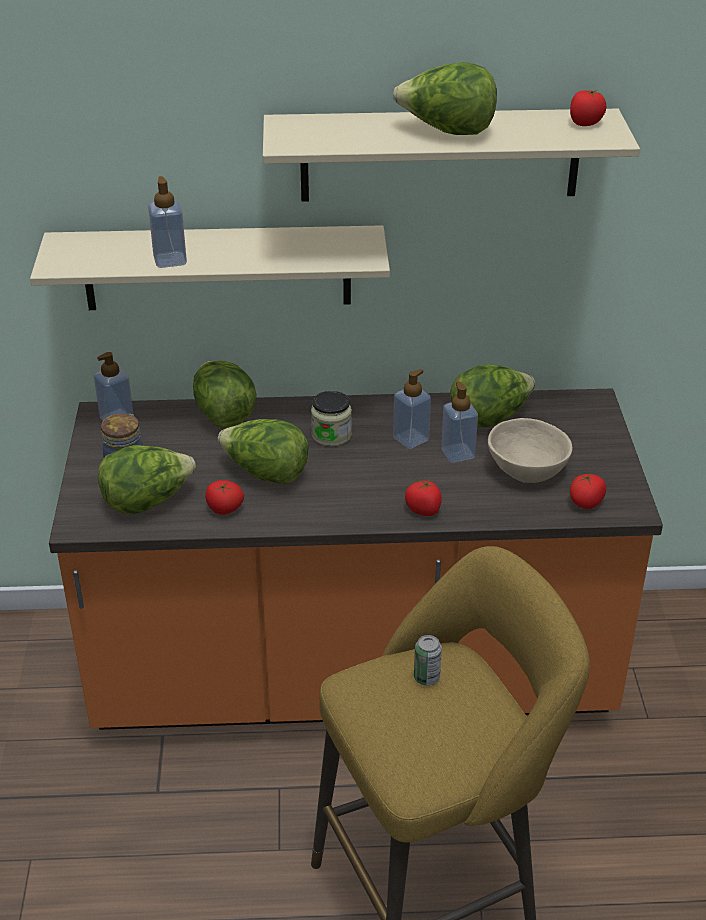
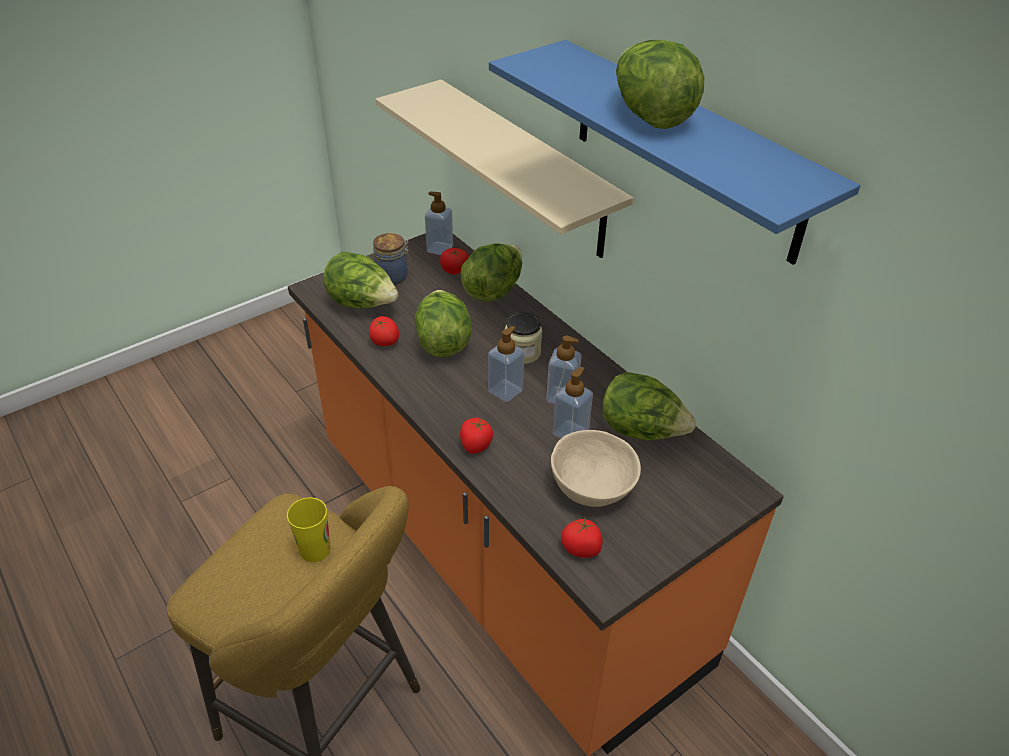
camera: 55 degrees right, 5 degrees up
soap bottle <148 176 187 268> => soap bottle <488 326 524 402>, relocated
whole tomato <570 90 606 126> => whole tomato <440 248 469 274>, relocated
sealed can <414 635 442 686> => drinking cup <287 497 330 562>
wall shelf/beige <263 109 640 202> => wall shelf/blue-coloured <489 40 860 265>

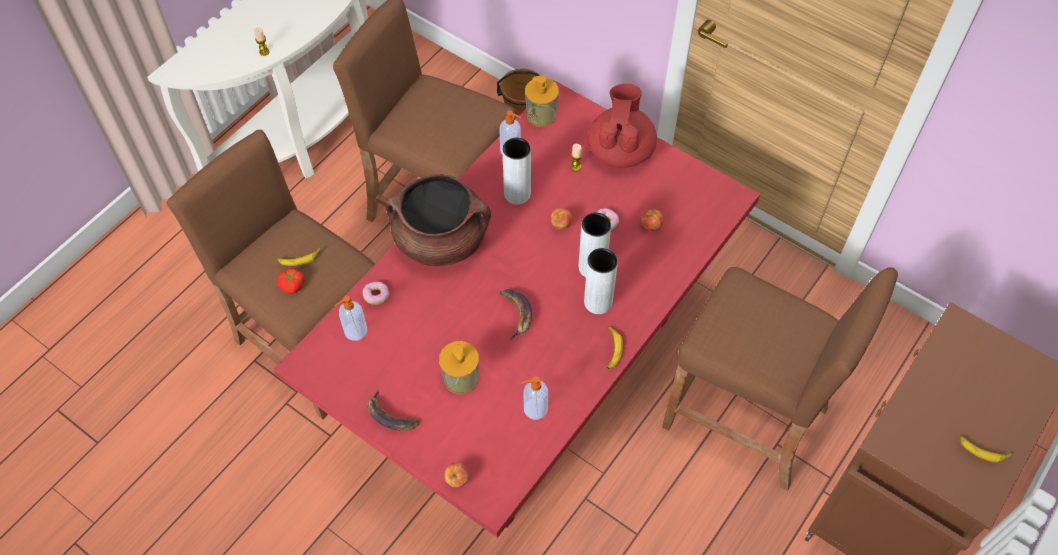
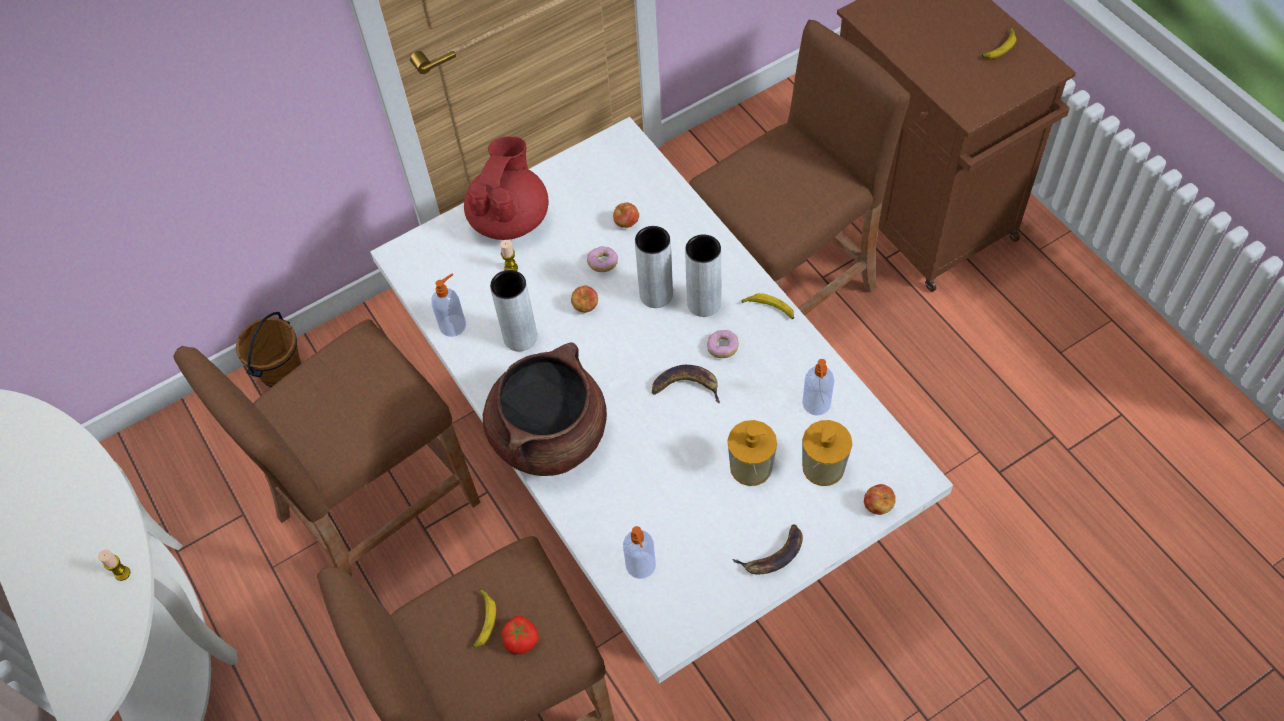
camera: 65 degrees left, 0 degrees up
donut <362 282 389 305> => donut <707 330 739 358>, relocated
soap bottle <525 75 559 127> => soap bottle <802 420 852 486>, relocated
kitchen table/red <274 80 760 538> => kitchen table/whitish <370 117 953 683>
pot for tea/red <588 84 657 168> => pot for tea/red <464 136 549 240>, 75 degrees clockwise

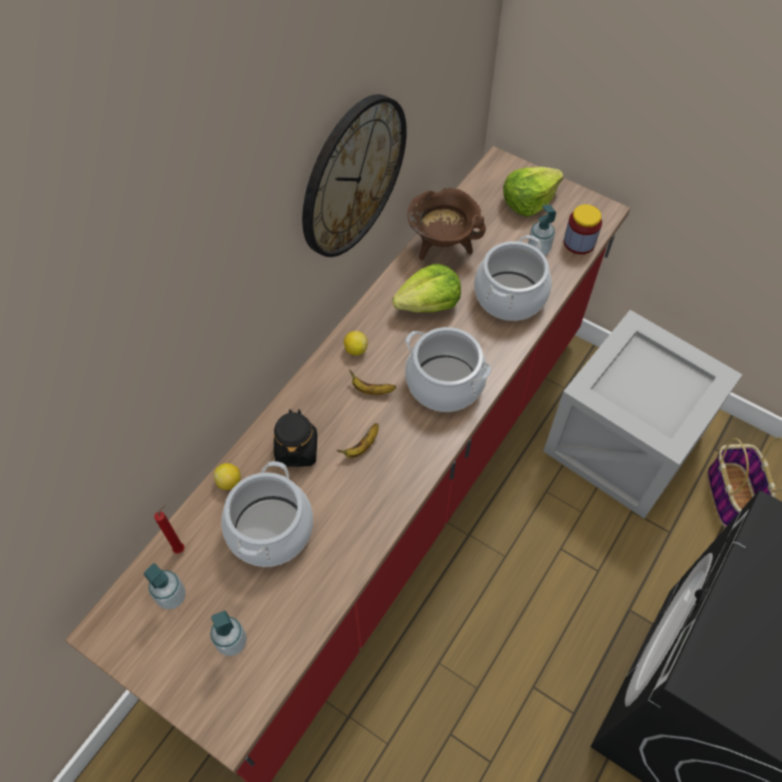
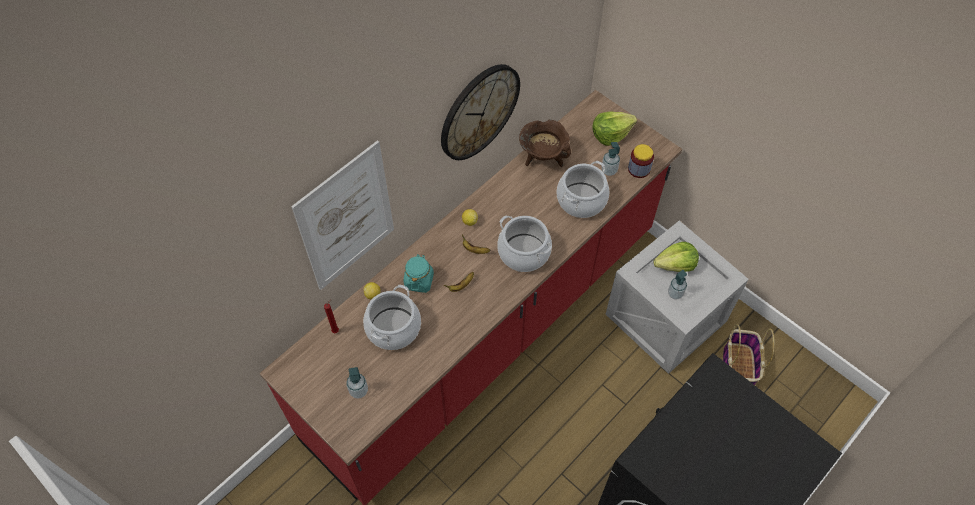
camera: 10 degrees right, 0 degrees up
nothing => picture <291 140 394 290>
soap bottle <144 563 186 610> => soap bottle <668 270 687 299>, relocated
head of lettuce <392 264 461 313> => head of lettuce <653 242 699 272>, relocated
jar/blackish <274 409 317 467> => jar/turquoise-coloured <403 254 434 293>

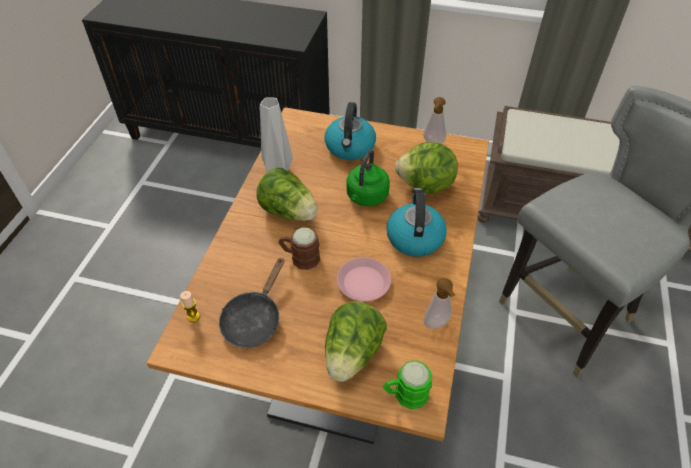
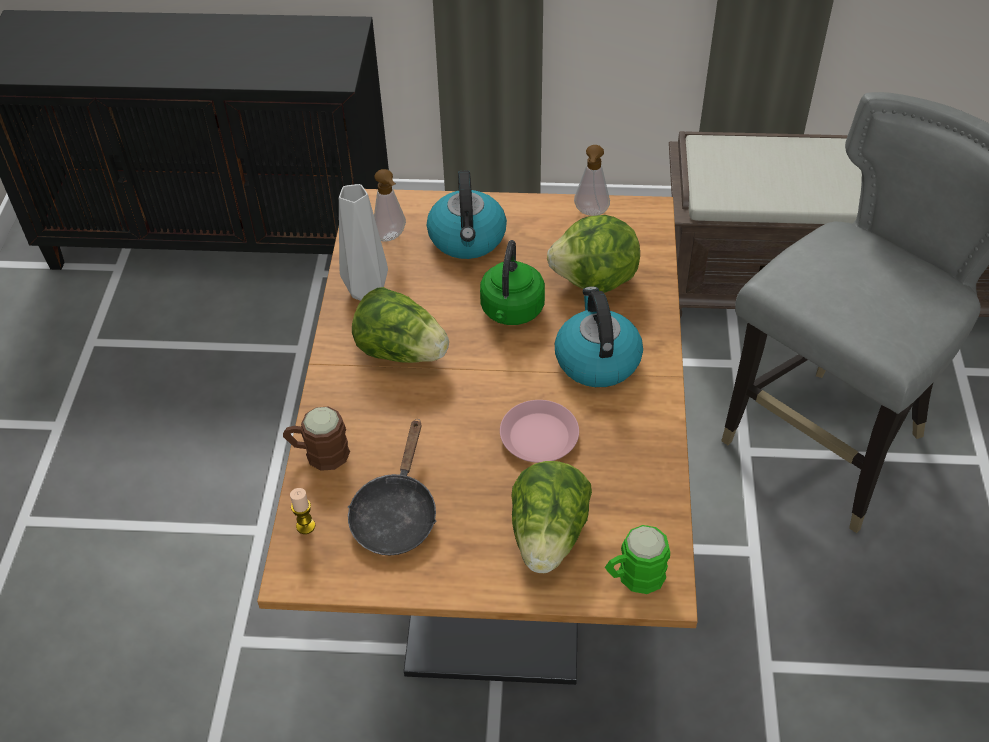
camera: 10 degrees left, 0 degrees up
mug/brown-coloured <278 227 320 270> => mug/brown-coloured <283 407 350 471>, relocated
soap bottle <423 278 455 329> => soap bottle <374 169 406 242>, relocated

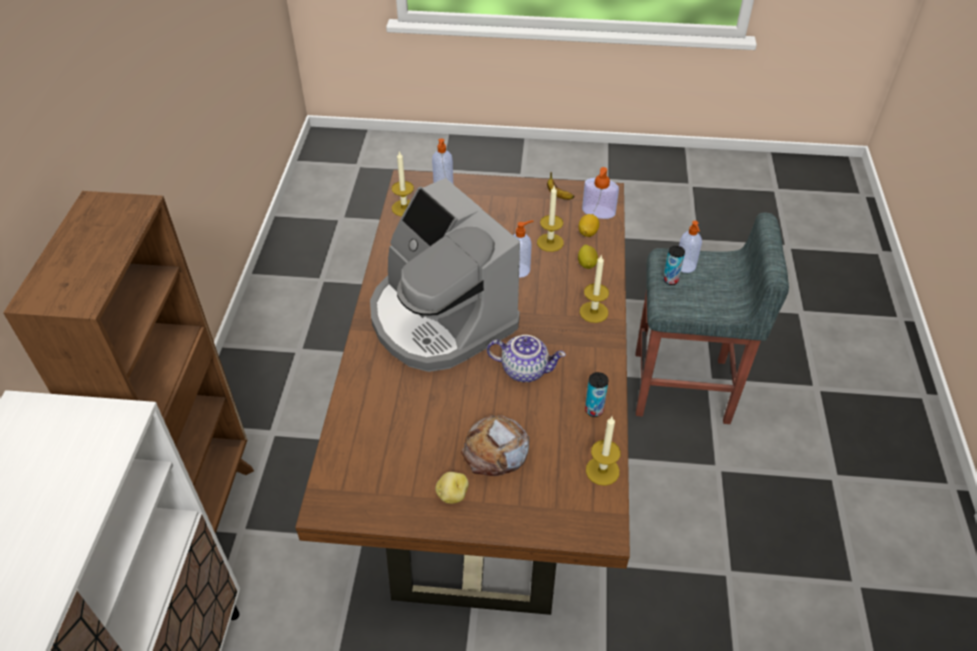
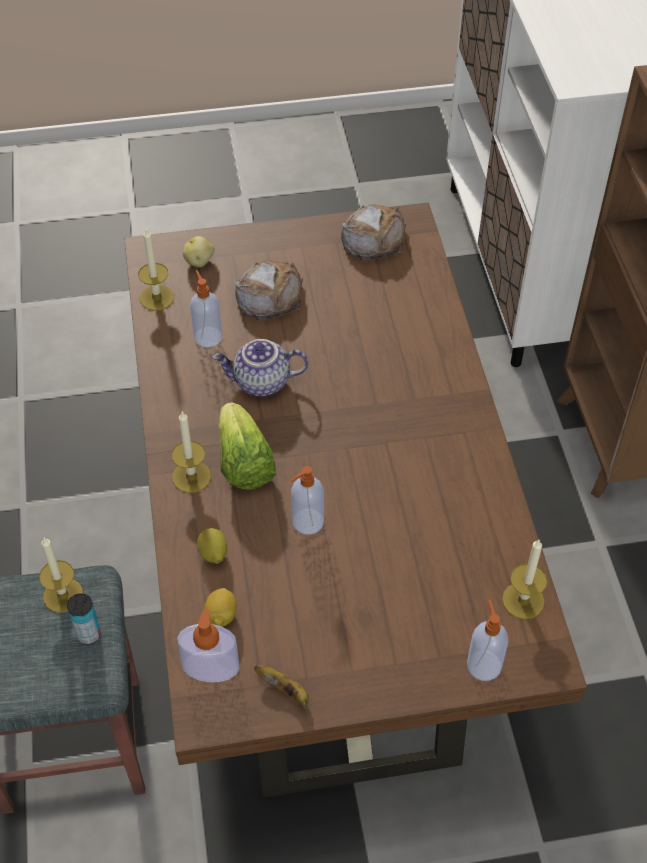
camera: 165 degrees right, 5 degrees up
coffee brewer <370 178 520 372> => nothing
sealed can <585 372 609 417> => nothing
nothing => head of lettuce <218 402 276 490>
nothing => bread <341 204 406 261>
potato <435 472 469 504> => potato <183 236 215 267>, relocated
wax light <537 186 564 252> => wax light <39 537 83 613>, relocated
soap bottle <679 221 702 273> => soap bottle <190 270 222 347>, relocated

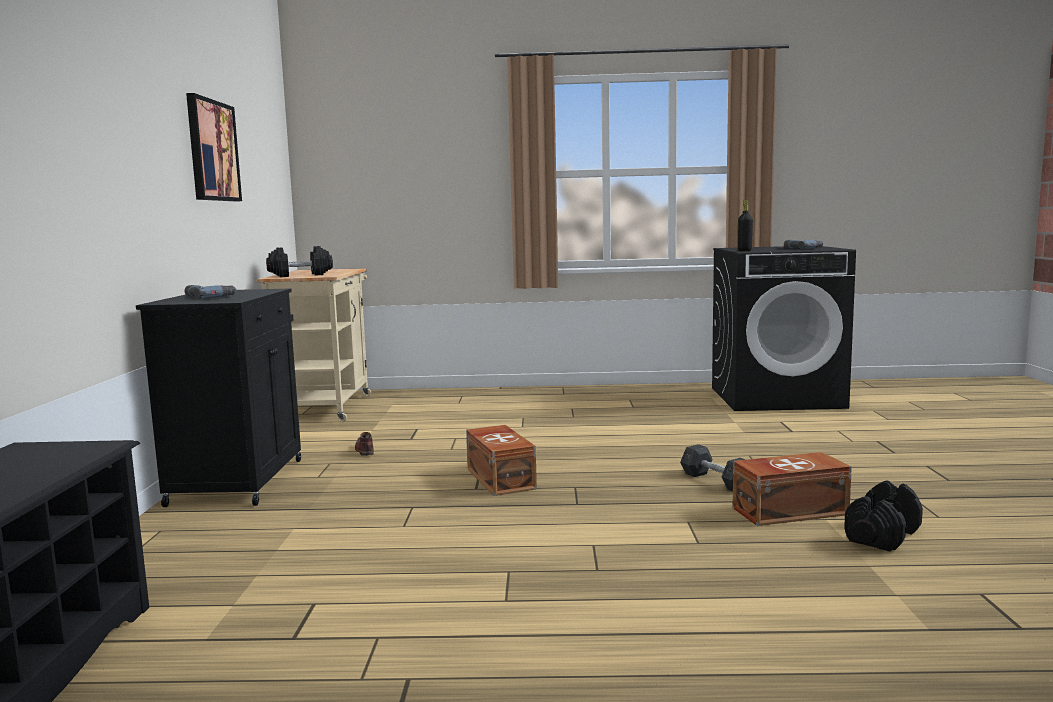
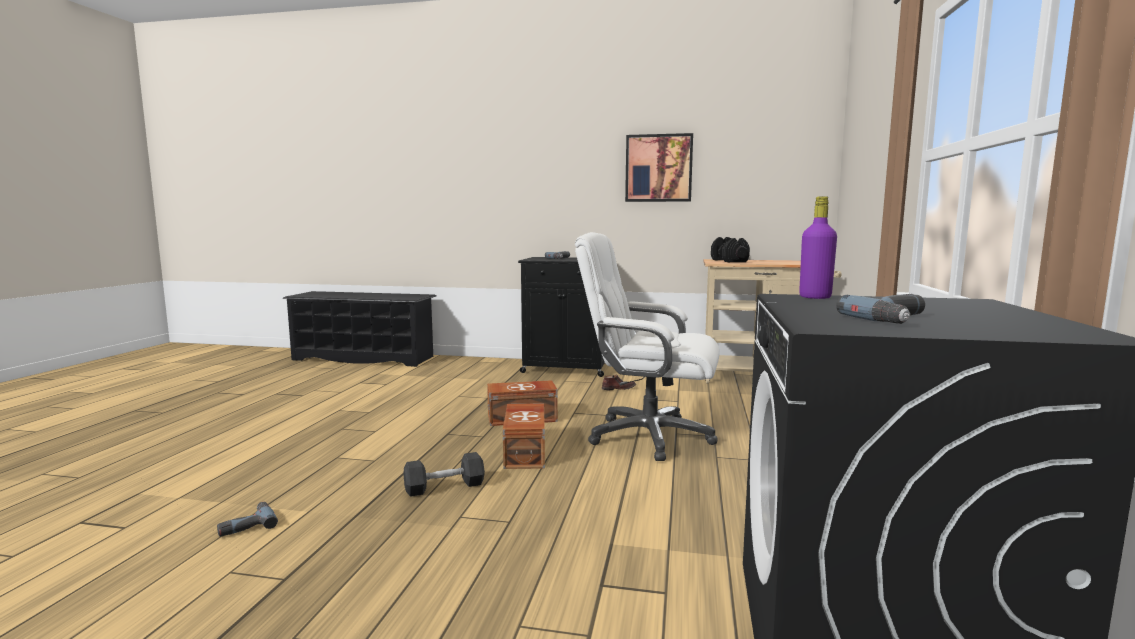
camera: 100 degrees right, 0 degrees up
nothing => desk chair/whitish <575 232 720 461>
storage box/brown-coloured <733 452 852 526> => storage box/brown-coloured <503 403 545 469>, relocated
dumbbell/blackish <844 480 923 551> => power drill <217 502 278 537>
drink bottle/blackish <738 200 753 251> => drink bottle/purple <799 196 837 299>

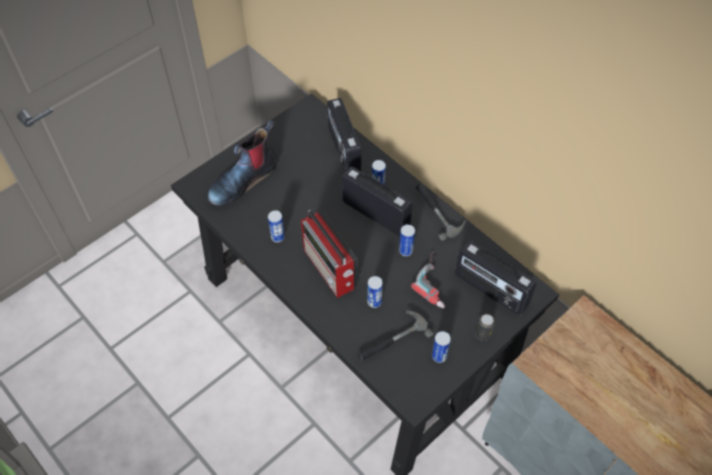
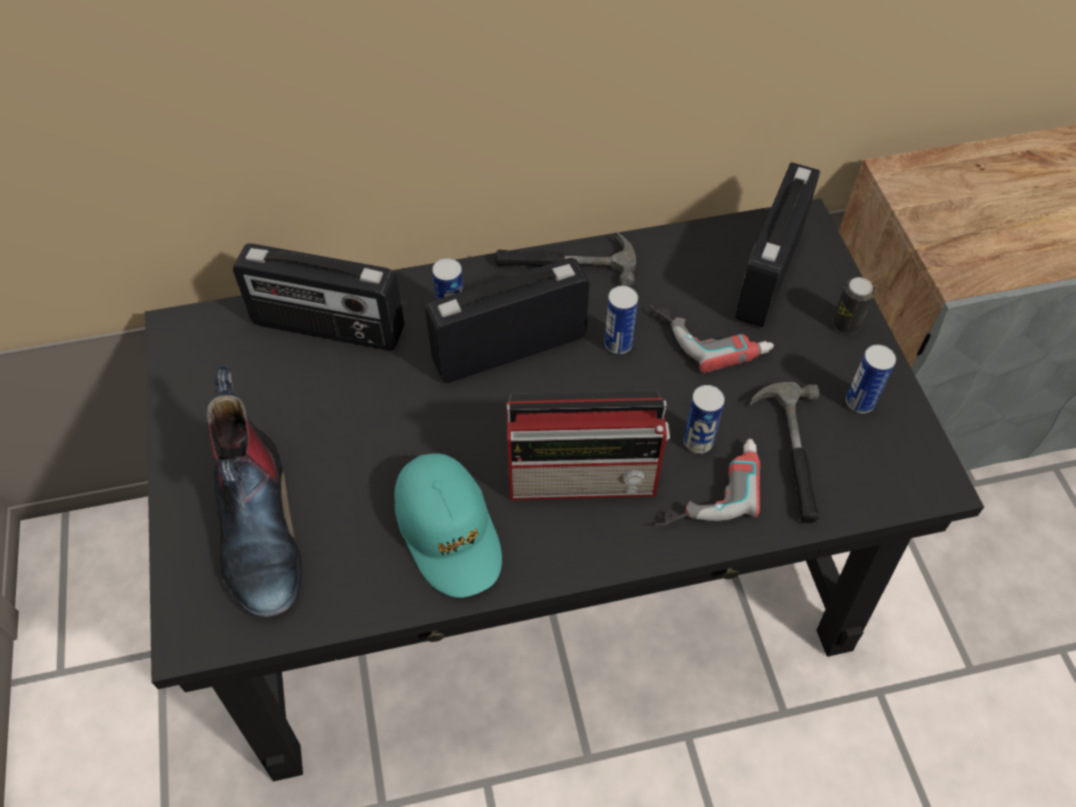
camera: 60 degrees left, 0 degrees up
nothing => power drill <655 439 760 527>
sealed can <268 211 285 243> => peaked cap/turquoise-coloured <394 453 502 598>
radio set <455 241 536 315> => radio set <735 162 820 328>, 135 degrees clockwise

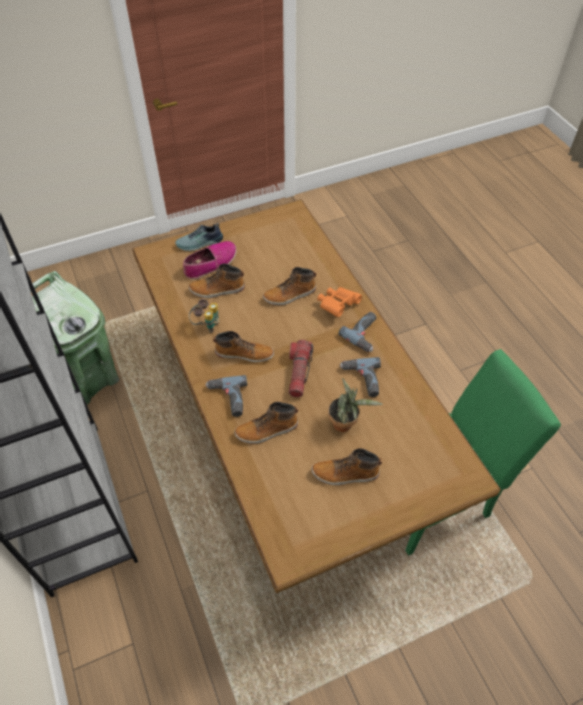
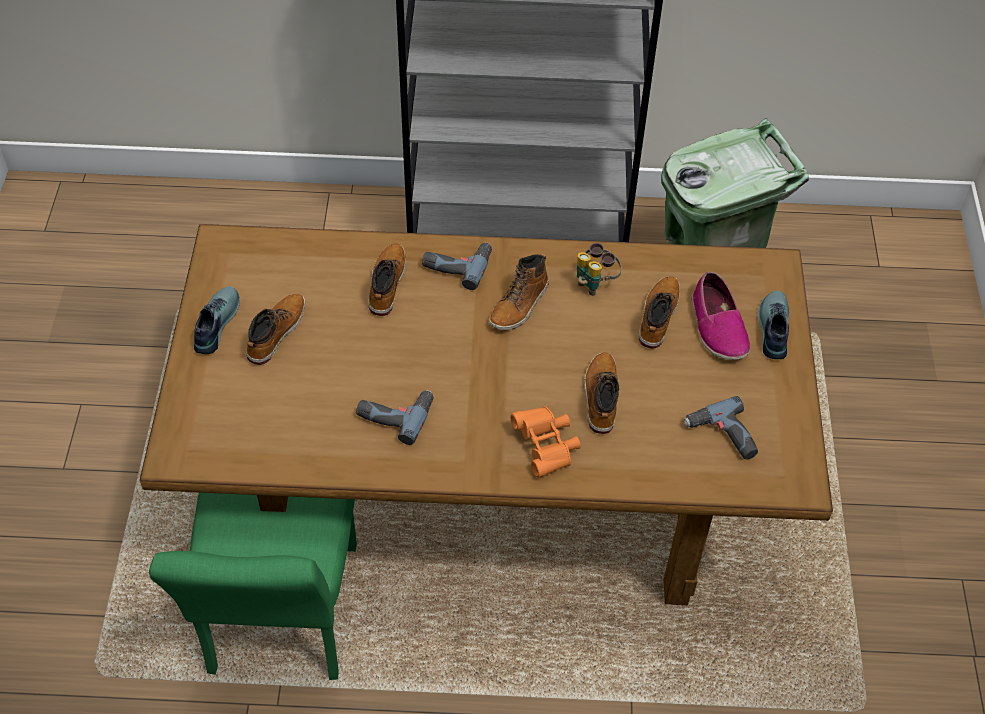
camera: 115 degrees right, 0 degrees up
torch <289 340 313 397> => nothing
houseplant <328 378 383 432> => nothing
nothing => item of footwear <194 286 240 354>
power drill <338 312 376 352> => power drill <684 396 758 459>, relocated

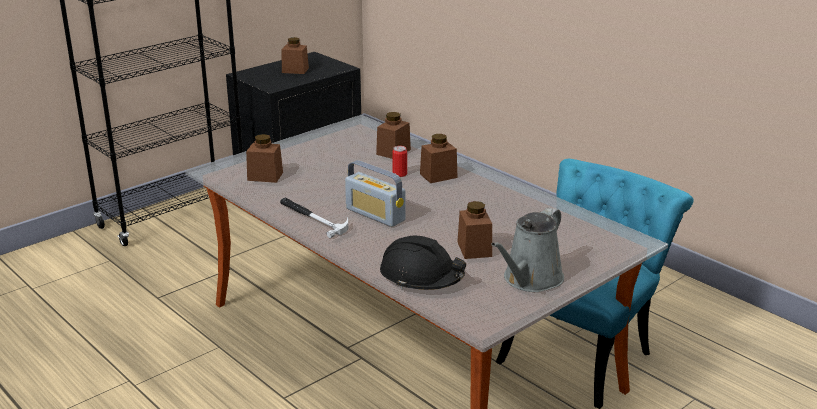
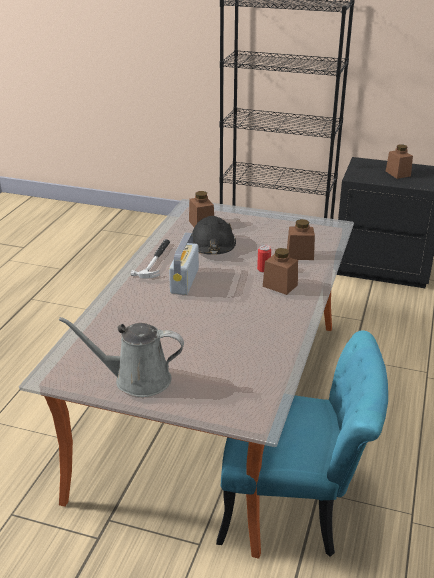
camera: 60 degrees right, 5 degrees up
jar/brown-coloured <457 201 492 259> => nothing
hard hat/blackish <380 236 466 290> => hard hat/blackish <192 216 236 255>, relocated

